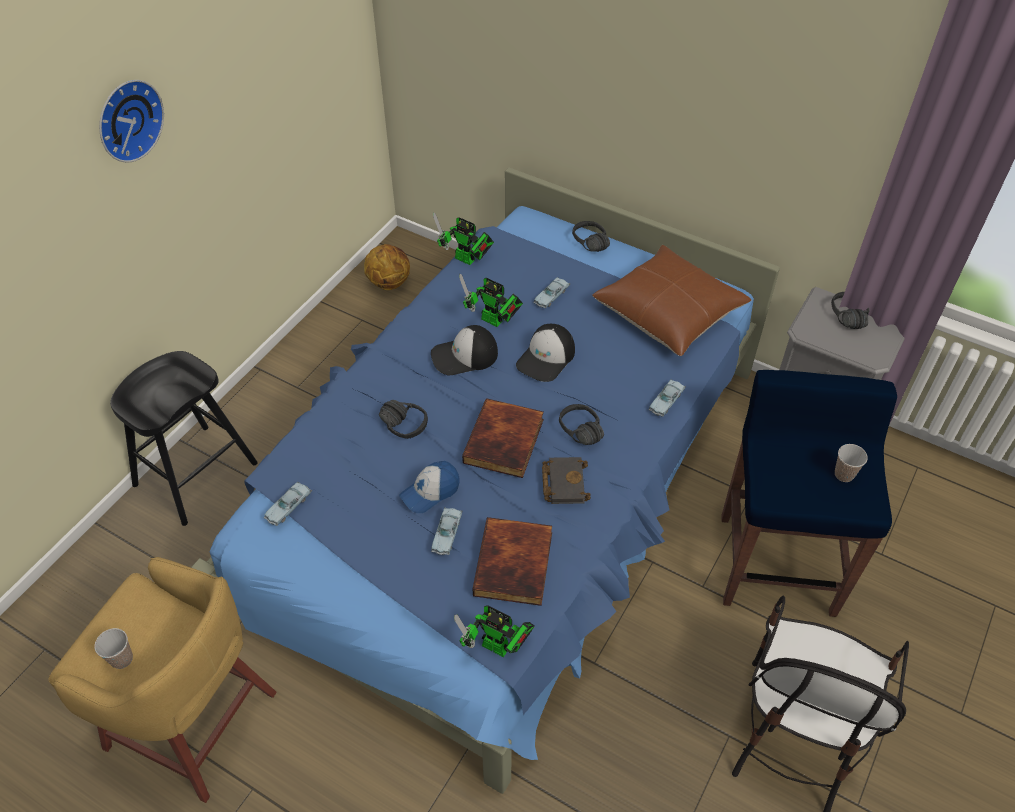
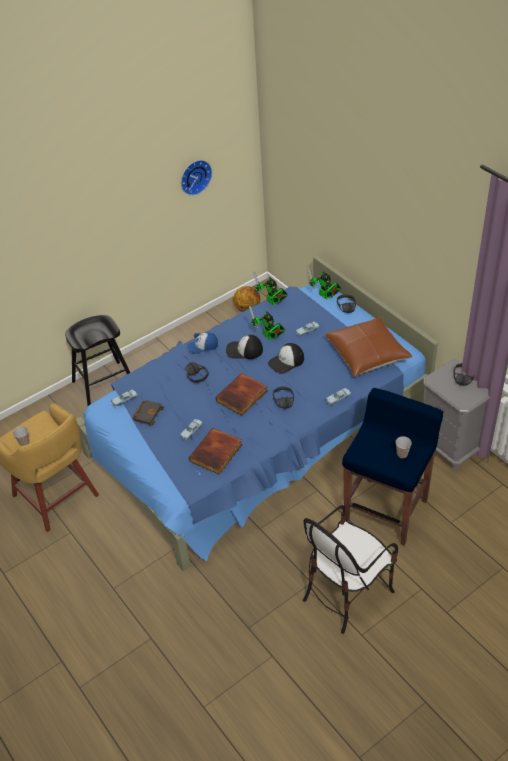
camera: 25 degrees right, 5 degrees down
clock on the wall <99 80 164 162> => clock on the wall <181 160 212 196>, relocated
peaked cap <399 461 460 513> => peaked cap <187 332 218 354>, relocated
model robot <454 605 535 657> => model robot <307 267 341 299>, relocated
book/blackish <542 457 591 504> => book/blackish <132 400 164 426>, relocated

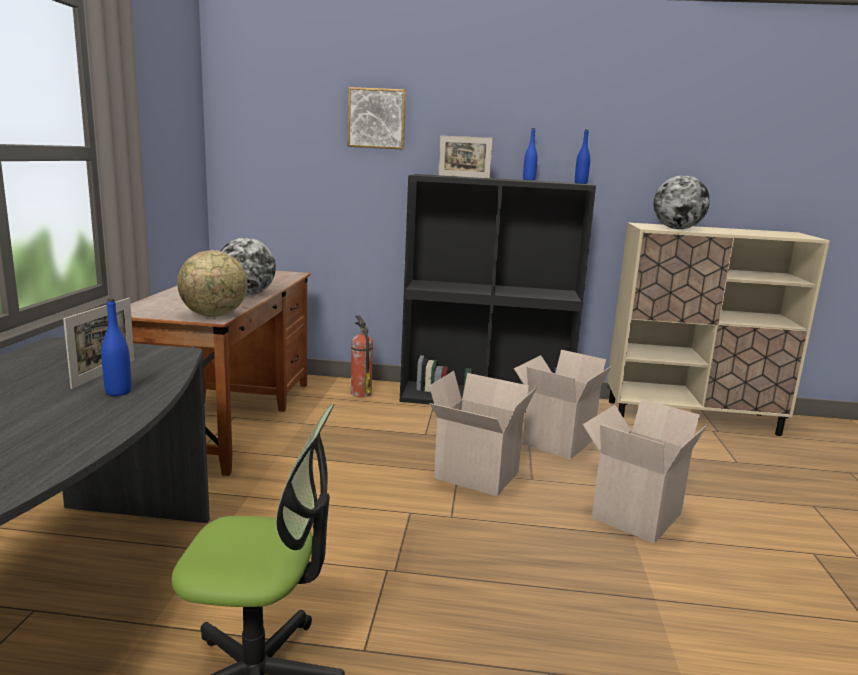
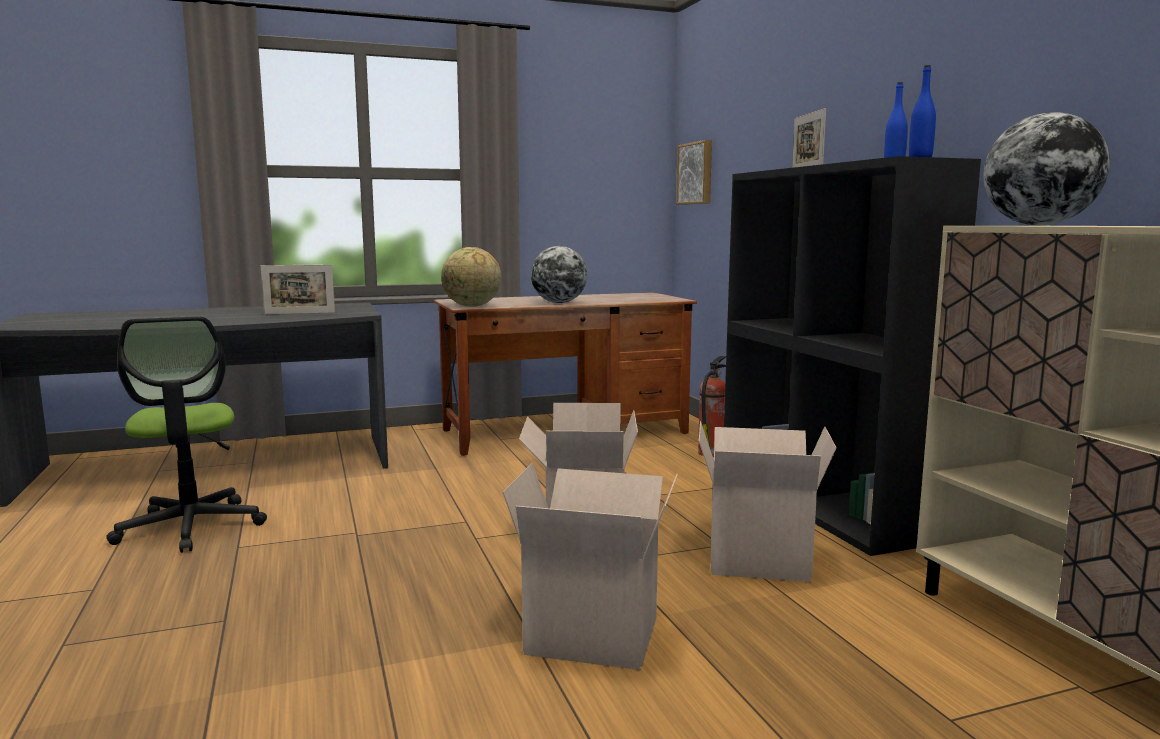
camera: 65 degrees right, 5 degrees down
drink bottle/blue-coloured <101 298 131 396> => nothing
picture <348 87 406 150> => picture <676 140 712 205>, relocated

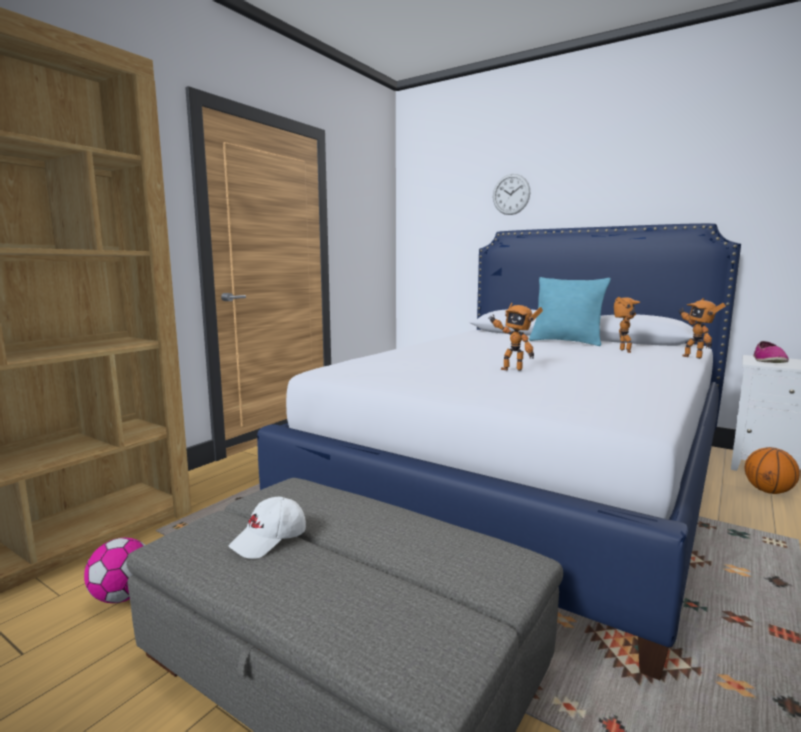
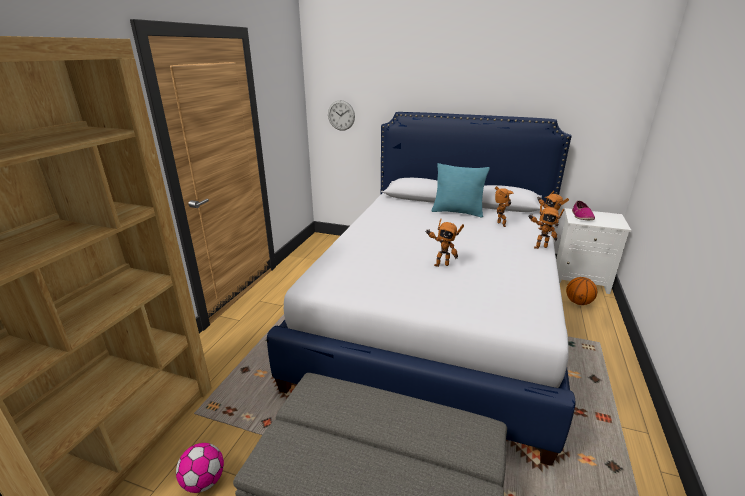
camera: 15 degrees left, 15 degrees up
peaked cap/whitish <229 497 306 559> => nothing
nothing => model robot <528 204 564 249>
clock on the wall <493 174 530 215> => clock on the wall <328 100 355 131>, relocated

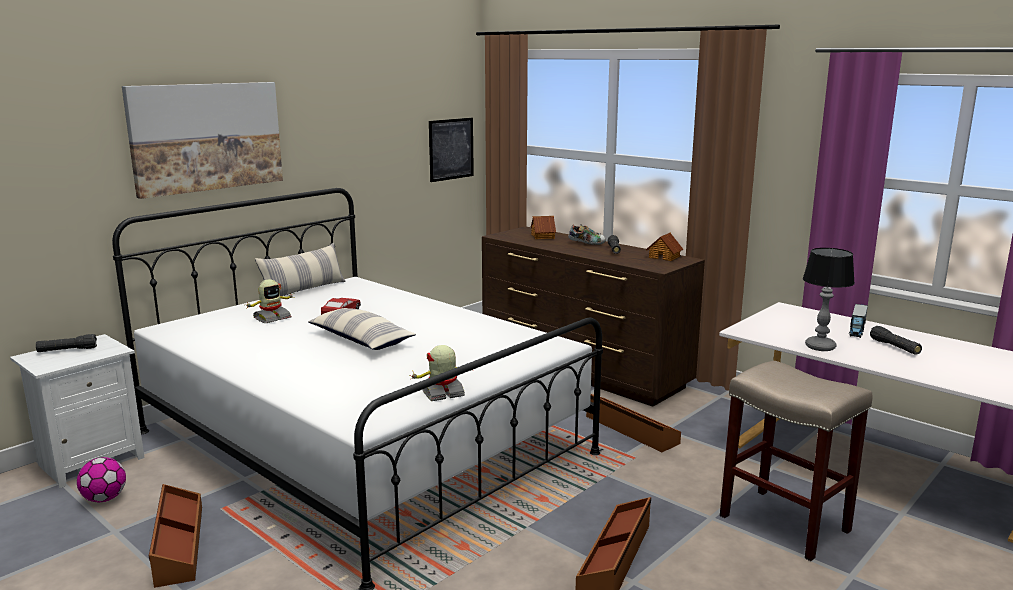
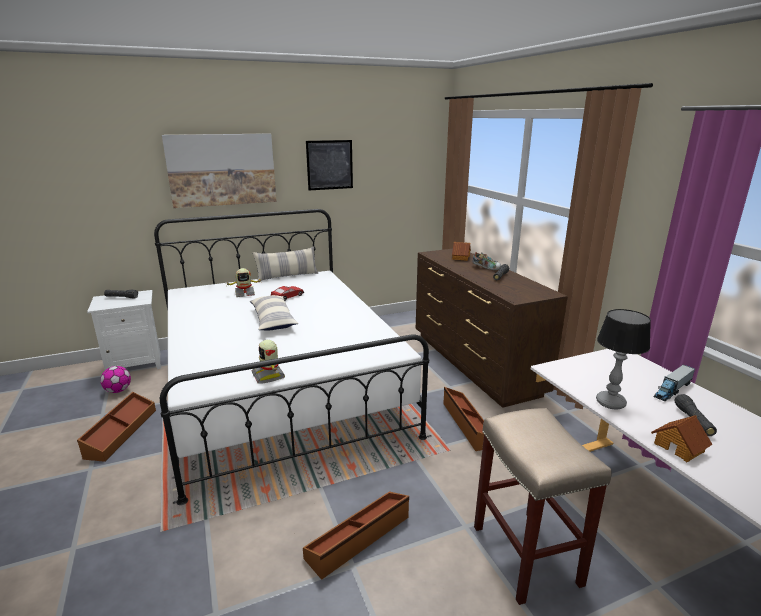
camera: 25 degrees right, 5 degrees up
picture <429 118 474 182> => picture <306 140 353 190>, relocated
toy house <646 233 683 261> => toy house <651 415 713 462>, relocated
model robot <410 345 474 401> => model robot <252 340 285 384>, 120 degrees counterclockwise

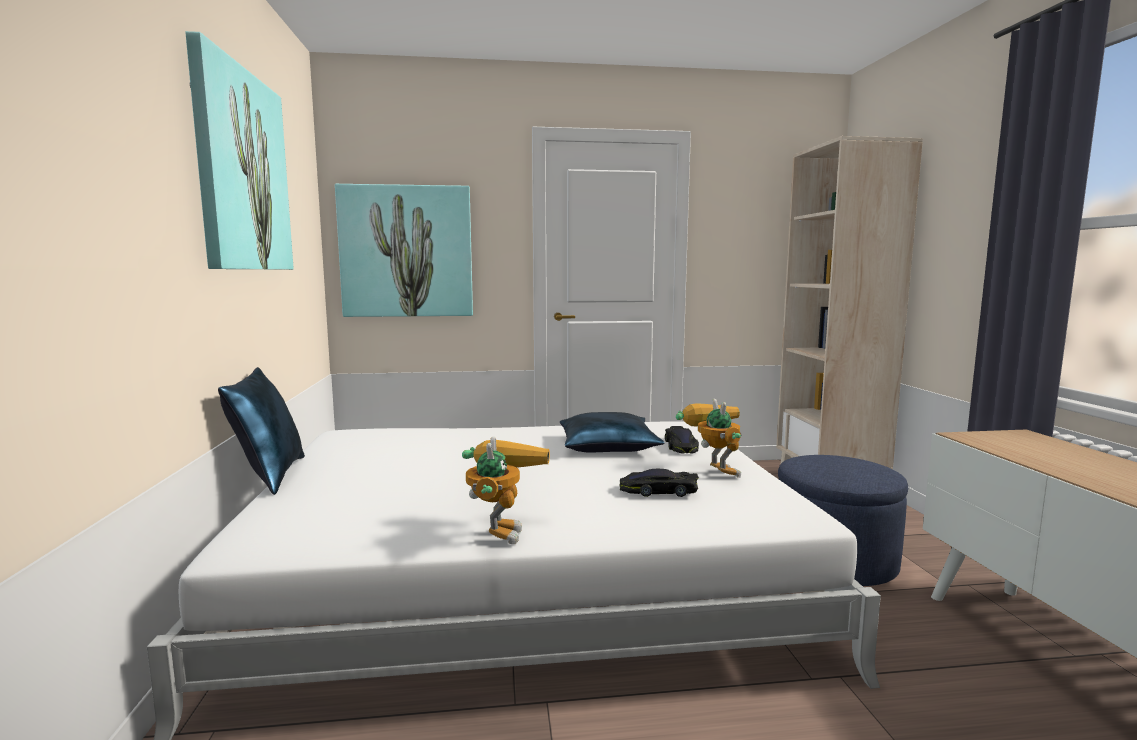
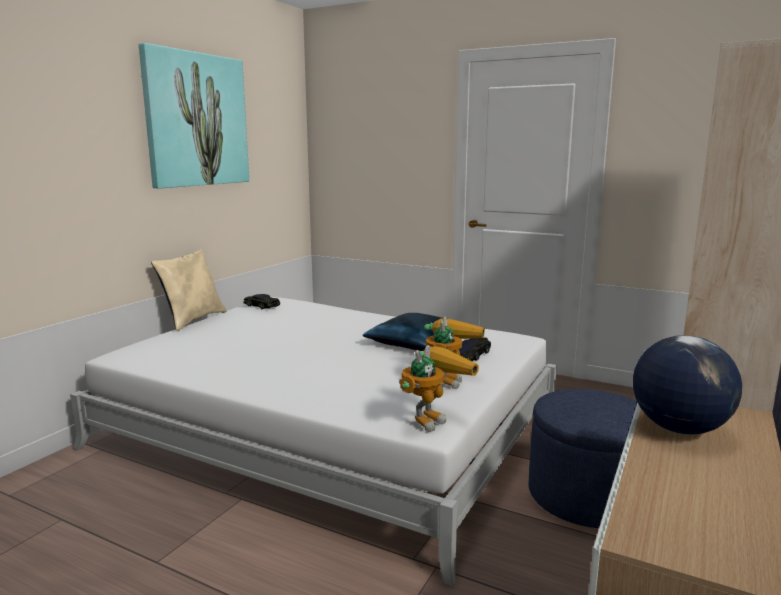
camera: 35 degrees right, 5 degrees up
picture <335 184 473 317> => nothing
nothing => desk globe <633 335 742 434>
model robot <462 436 550 544> => model robot <399 345 479 432>, relocated
miniature car/blackish <620 469 699 497> => miniature car/blackish <244 294 280 309>, relocated
cushion/blue-coloured <218 367 305 495> => cushion/beige <151 249 227 331>

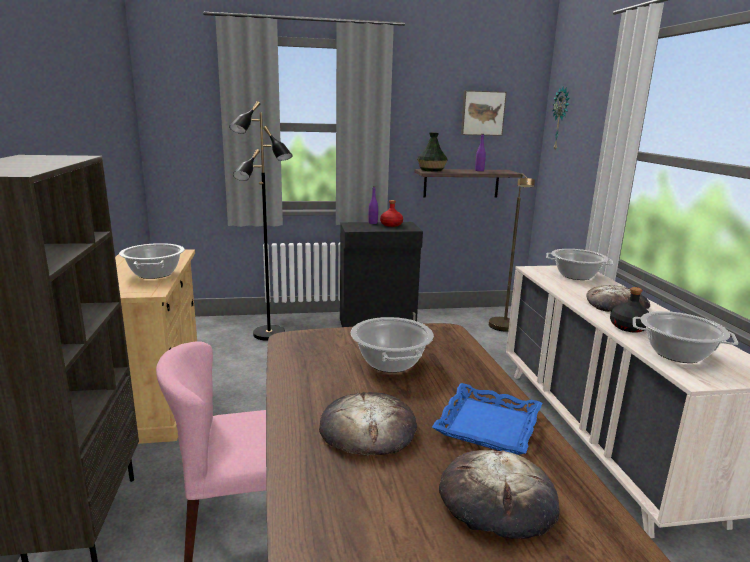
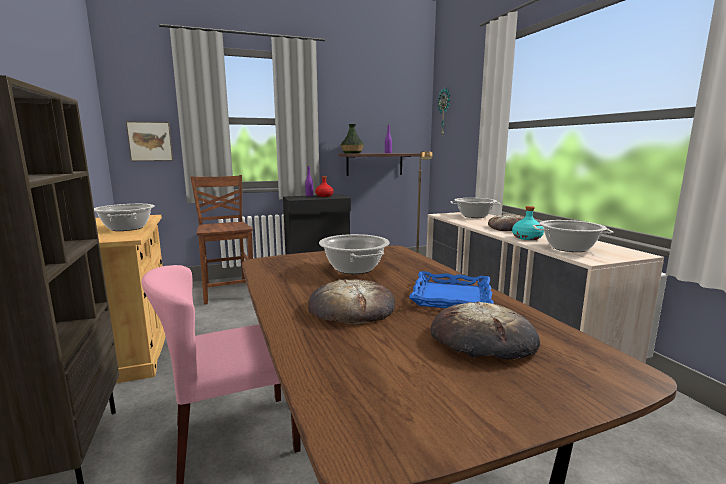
camera: 10 degrees left, 5 degrees down
picture <461 90 507 136> => picture <126 121 173 161>, relocated
standard lamp/blackish <229 101 293 341> => plain chair/brown-coloured <191 175 253 305>
drink bottle/blackish <610 287 649 333> => drink bottle/turquoise-coloured <512 206 544 240>

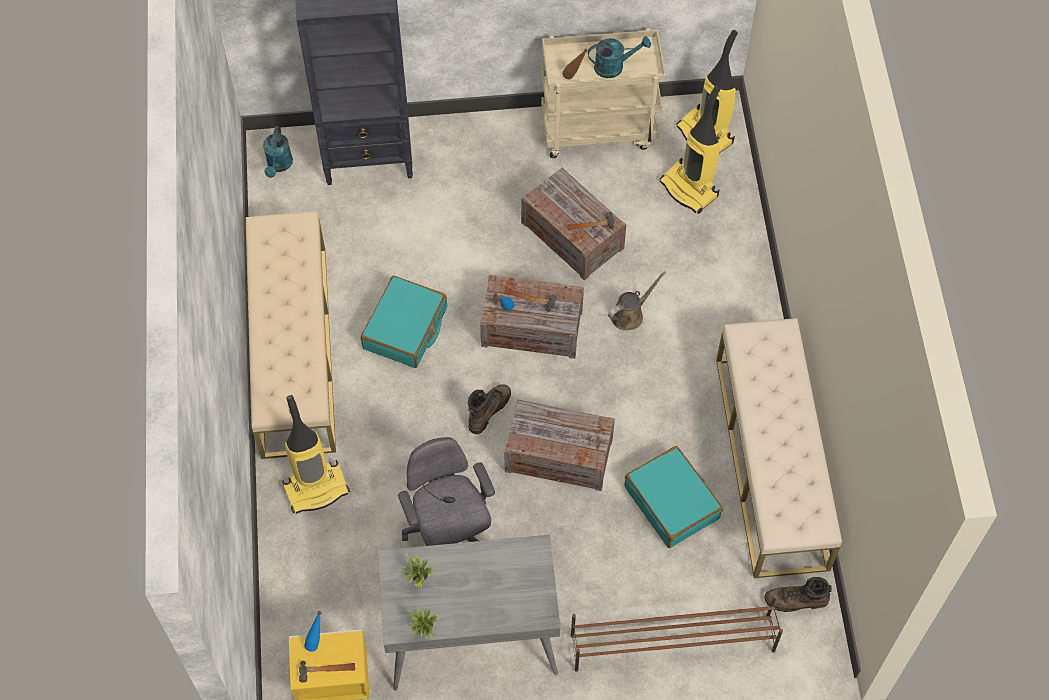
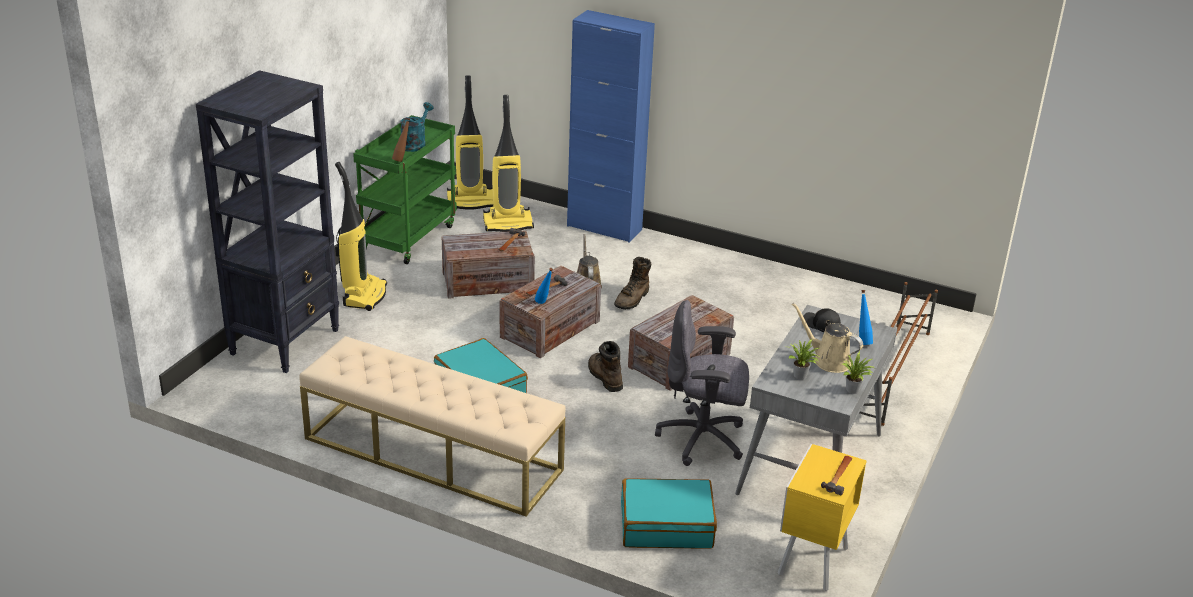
camera: 60 degrees left, 30 degrees down
watering can/turquoise-coloured <263 126 293 178> => nothing
bench/beige <716 318 842 578> => nothing
nothing => cupboard/blue-coloured <567 10 655 243>
nothing => watering can/beige <792 303 863 373>
nothing => peaked cap/blackish <803 308 841 332>
vacuum cleaner <282 395 350 514> => vacuum cleaner <335 162 387 311>, relocated
drink bottle/blue-coloured <304 611 322 652> => drink bottle/blue-coloured <859 290 873 345>, relocated
piece of luggage/turquoise-coloured <624 446 723 548> => piece of luggage/turquoise-coloured <621 478 717 549>, relocated
tall boot/brown-coloured <764 577 832 612> => tall boot/brown-coloured <614 257 651 309>, relocated
trolley/beige <541 28 666 158> => trolley/green <353 115 457 264>

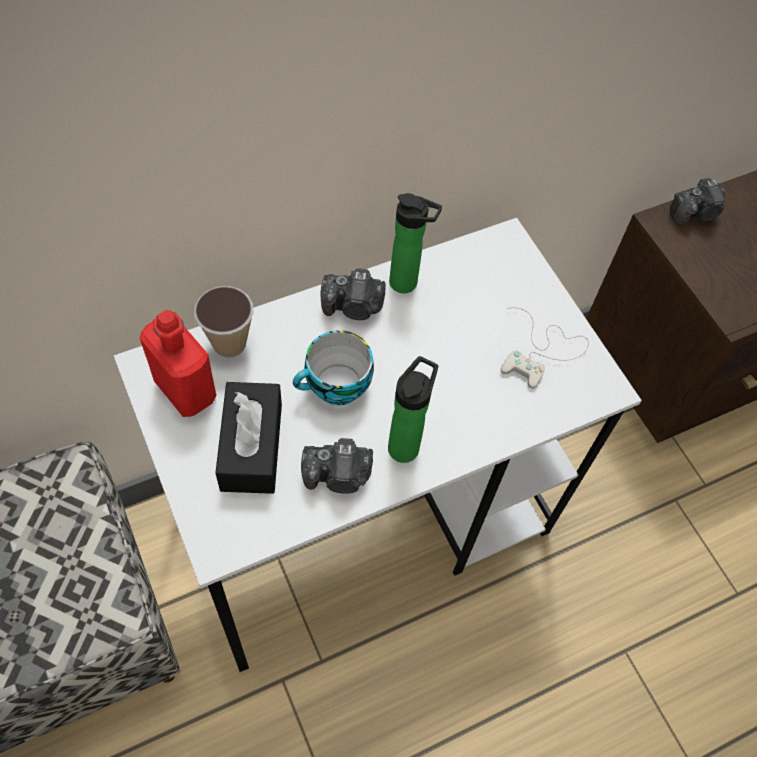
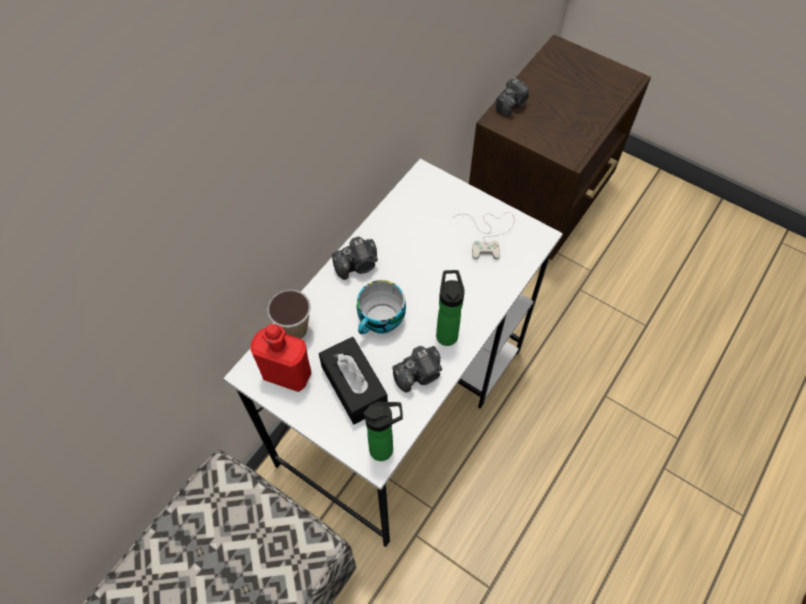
camera: 25 degrees left, 0 degrees up
drink bottle <389 193 442 293> => drink bottle <364 402 403 461>, relocated

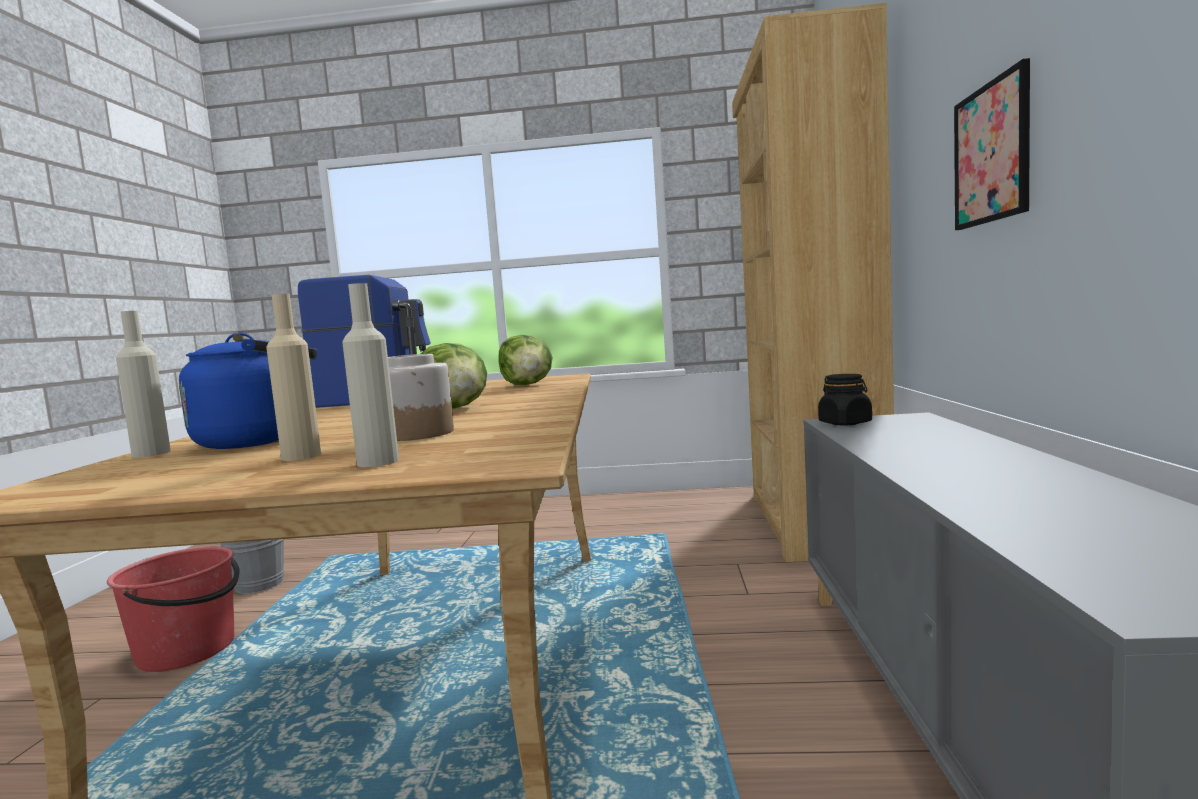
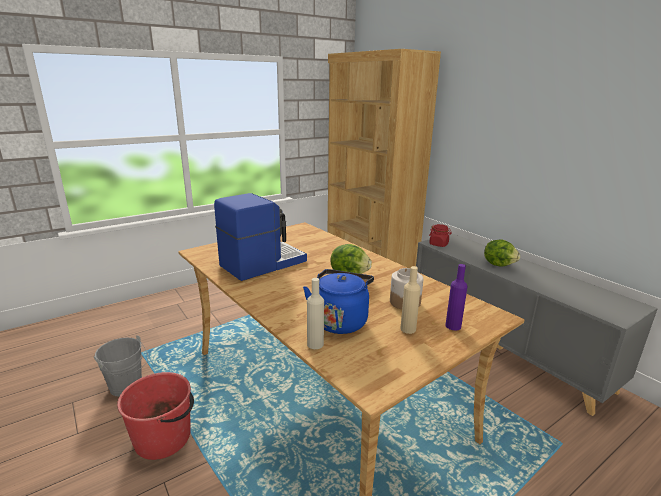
camera: 40 degrees left, 15 degrees up
picture <954 58 1030 230> => nothing
head of lettuce <499 335 553 385> => head of lettuce <484 239 520 266>, relocated
drink bottle/beige <342 283 399 467> => drink bottle/purple <445 264 468 330>
jar/blackish <818 374 872 426> => jar/red <429 224 452 247>

